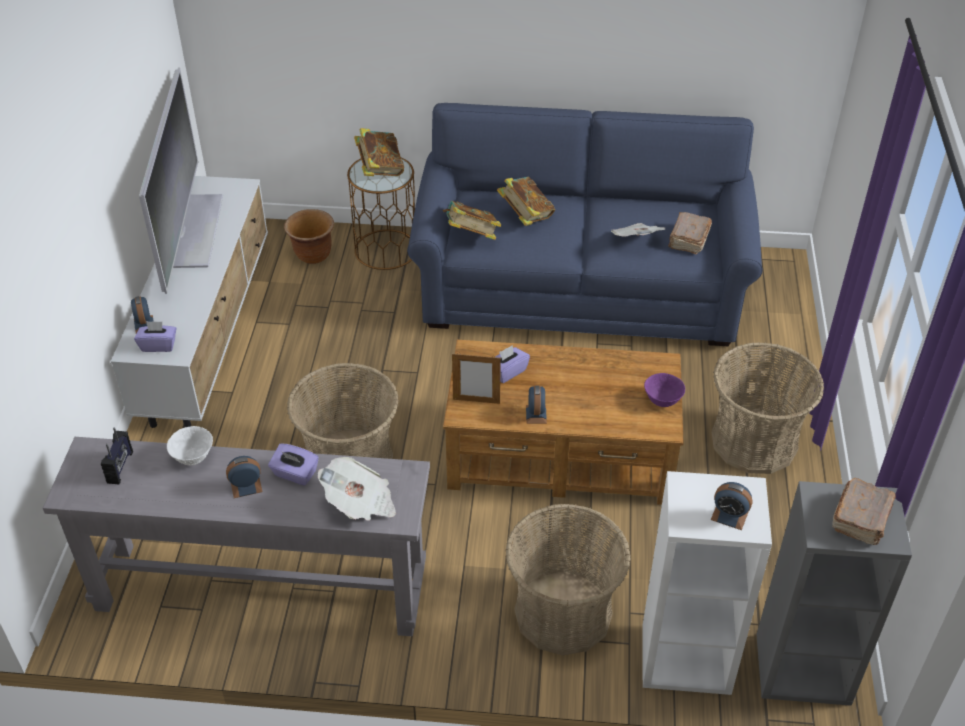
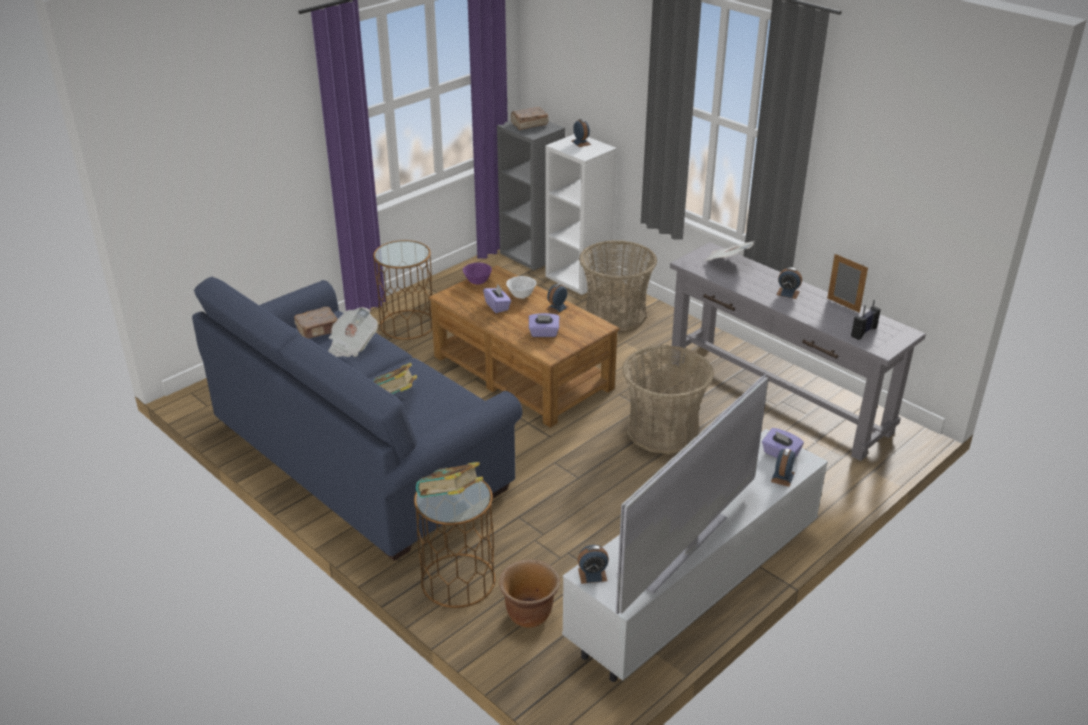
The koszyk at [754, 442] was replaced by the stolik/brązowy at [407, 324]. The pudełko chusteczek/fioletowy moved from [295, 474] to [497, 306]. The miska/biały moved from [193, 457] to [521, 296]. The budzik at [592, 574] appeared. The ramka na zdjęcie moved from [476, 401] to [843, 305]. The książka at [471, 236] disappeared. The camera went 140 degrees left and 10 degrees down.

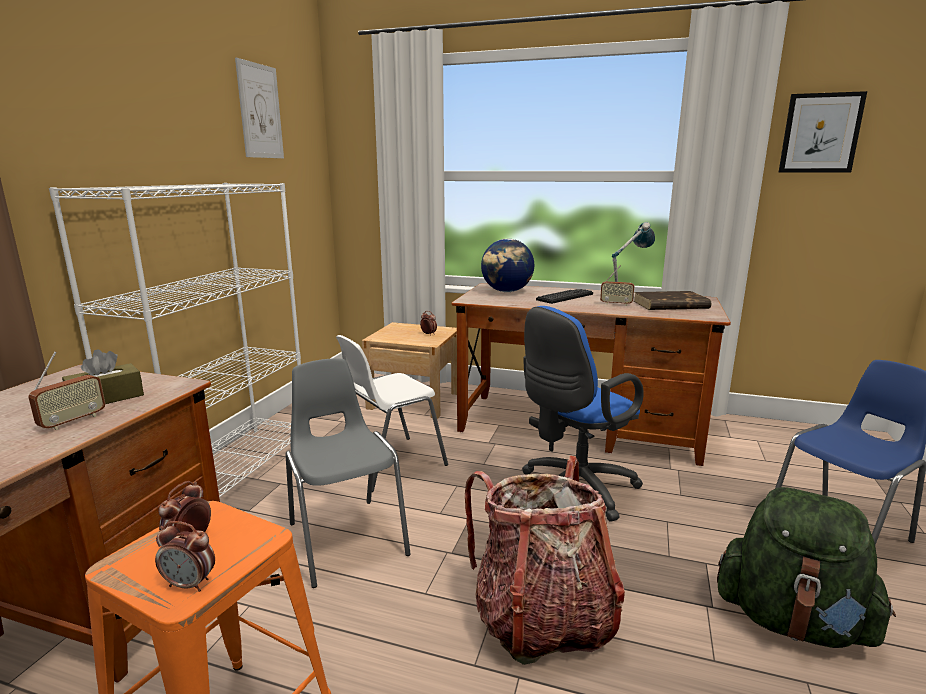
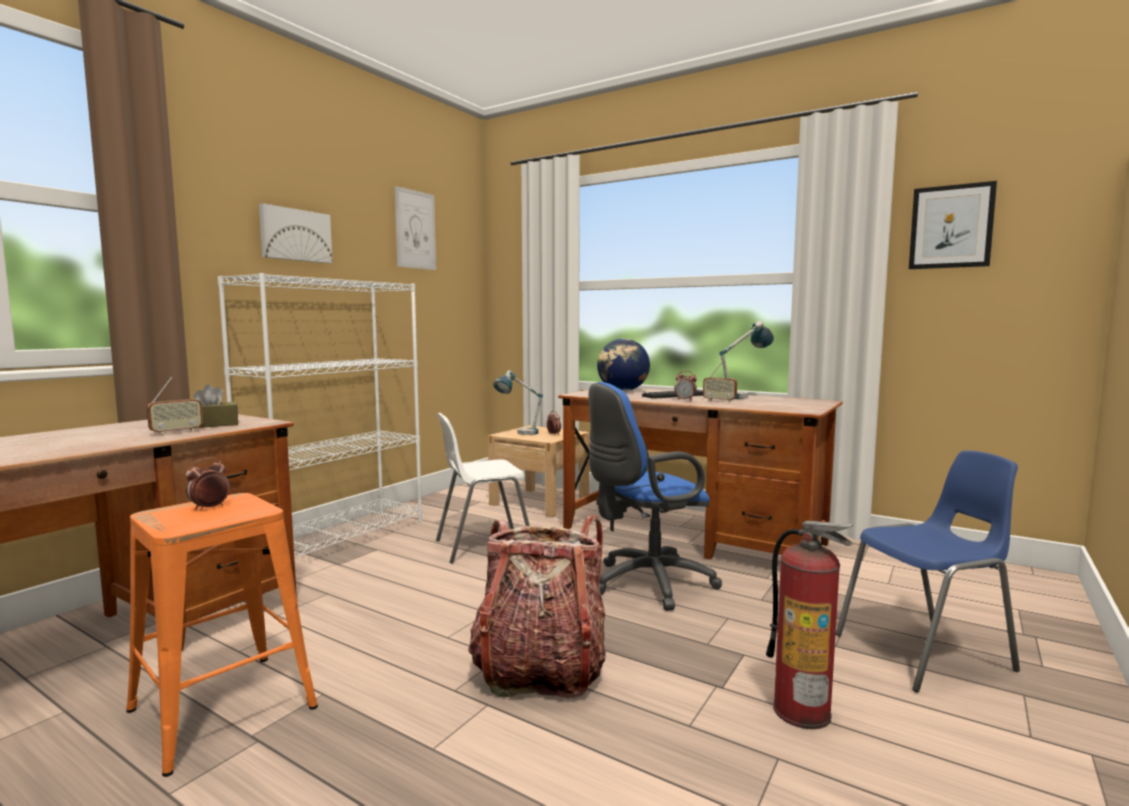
The obraz at [295, 235] appeared. The lampa stołowa at [519, 434] appeared. The budzik moved from [190, 584] to [685, 400]. The plecak/zielony at [792, 621] was replaced by the gaśnica at [802, 711]. The krzesło/szary at [346, 538] disappeared. The książka/brązowy at [670, 305] disappeared. The camera went 15 degrees right and 10 degrees down.

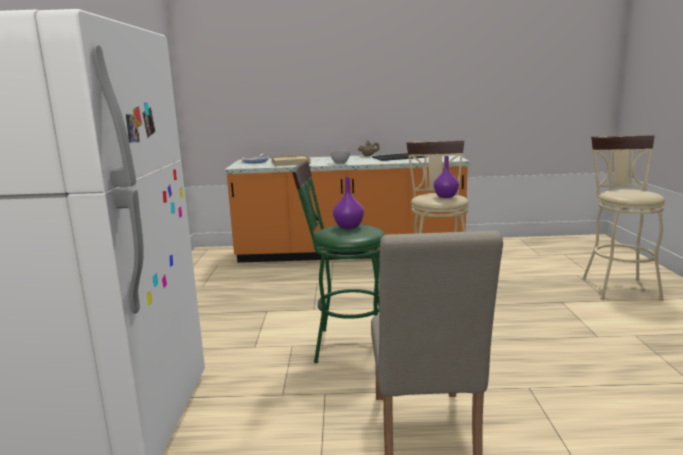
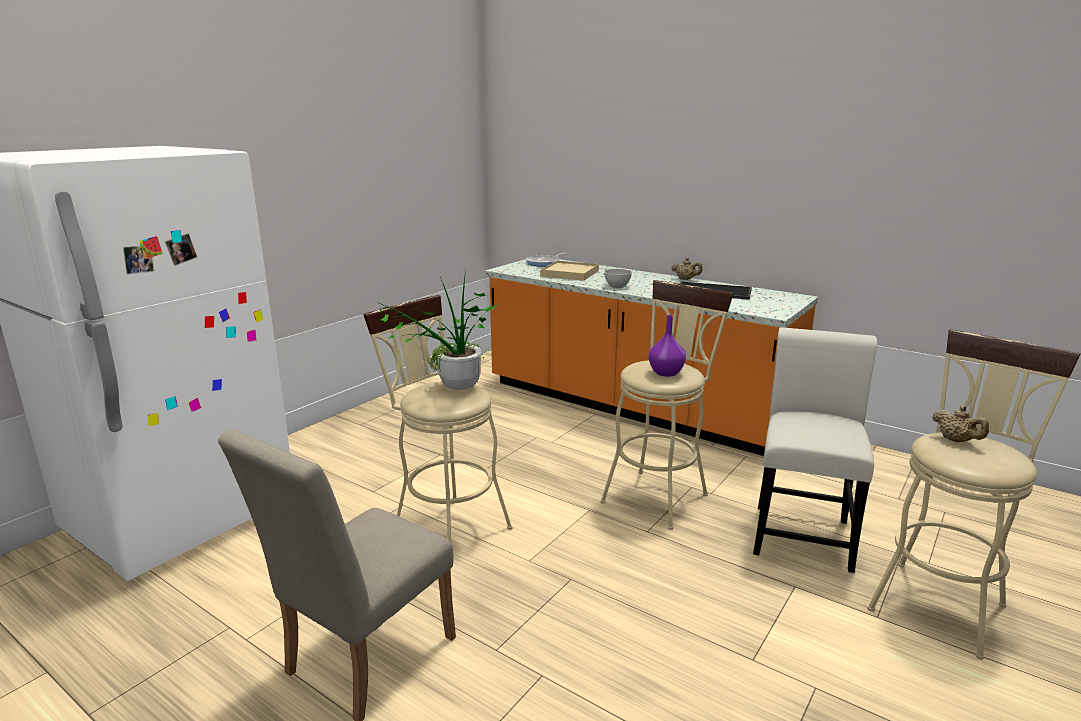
The stołek/zielony at [344, 345] became the stołek/beżowy at [445, 527]. The wazon/fioletowy at [349, 227] was replaced by the roślina doniczkowa at [452, 389]. The krzesło/biały at [802, 532] appeared. The imbryk/beżowy at [956, 440] appeared. The camera went 35 degrees right and 5 degrees up.

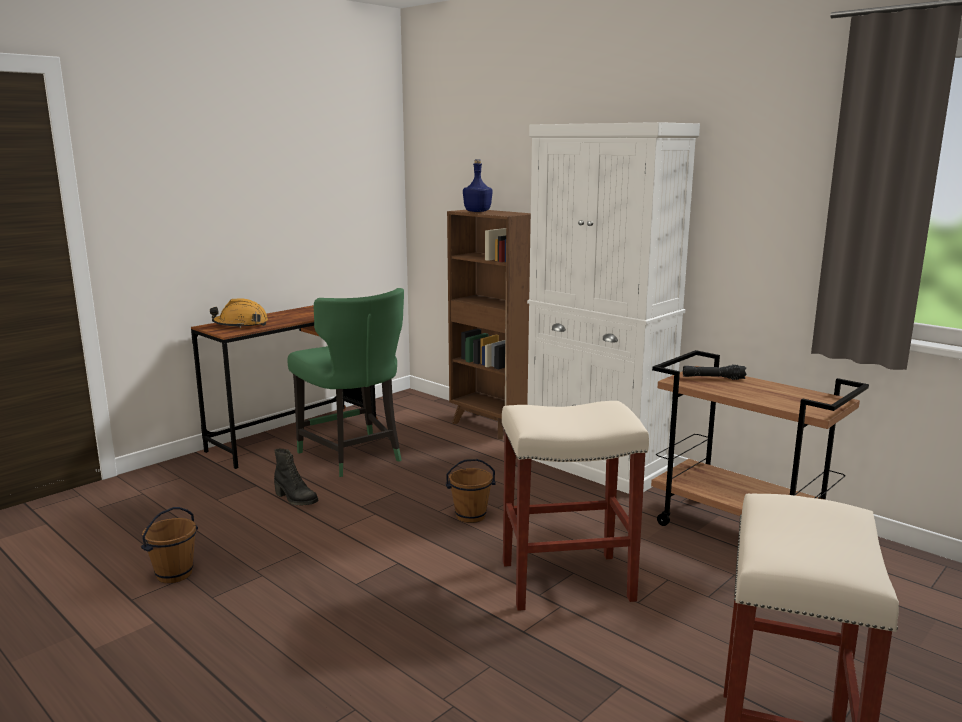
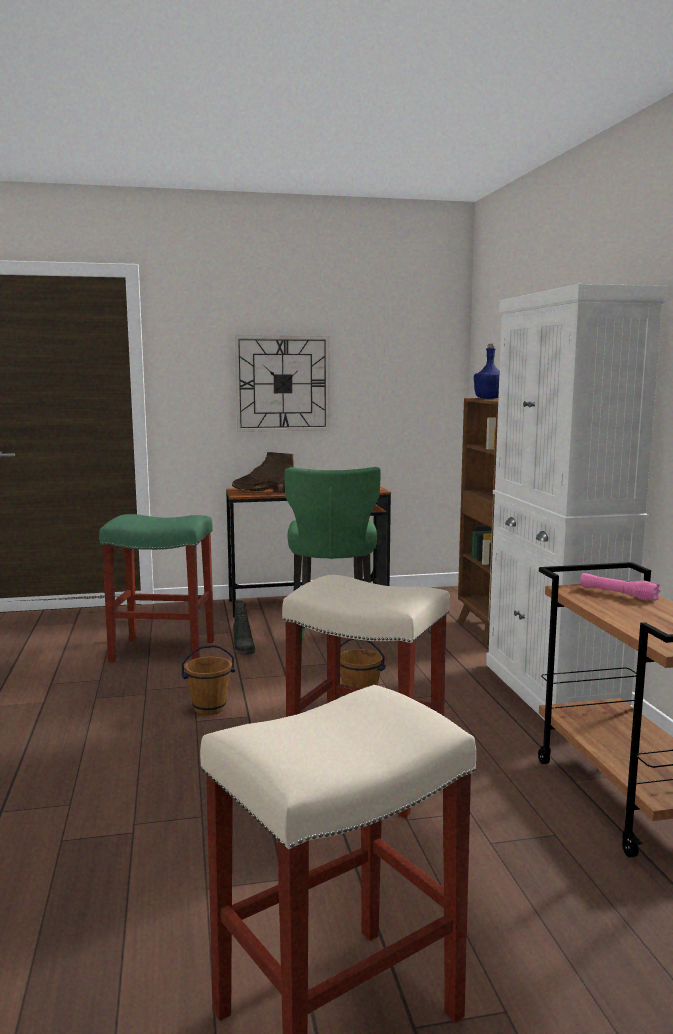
The stołek/zielony at [164, 651] appeared. The wiadro/brązowy moved from [174, 574] to [209, 708]. The kask/pomarańczowy at [241, 325] was replaced by the but z cholewką/brązowy at [261, 491]. The zegar ścienny at [282, 383] appeared. The latarka/czarny at [713, 378] became the latarka/różowy at [618, 594]. The camera went 35 degrees right and 5 degrees down.

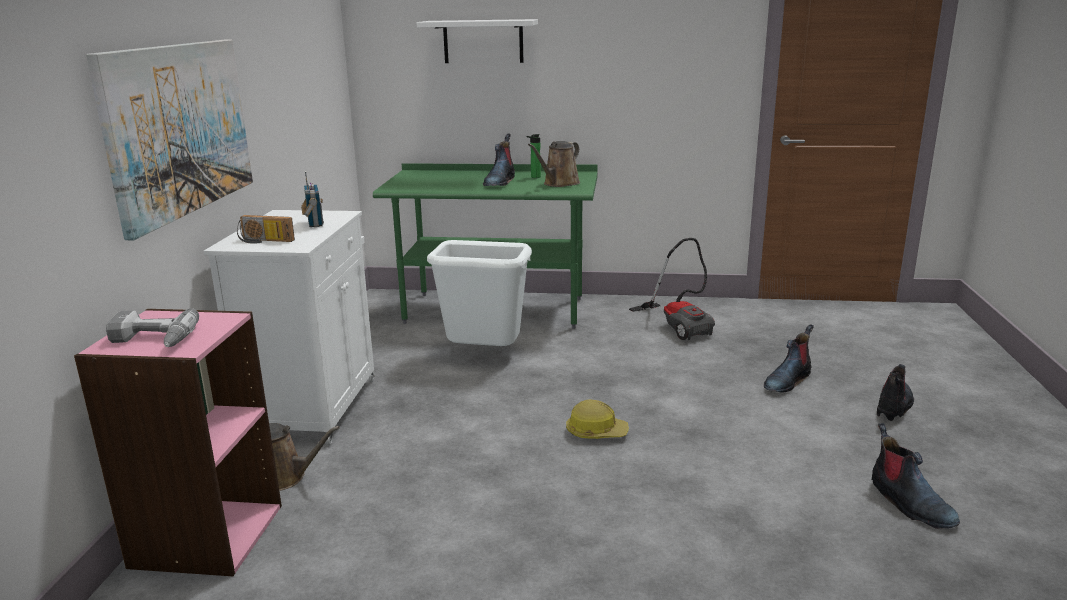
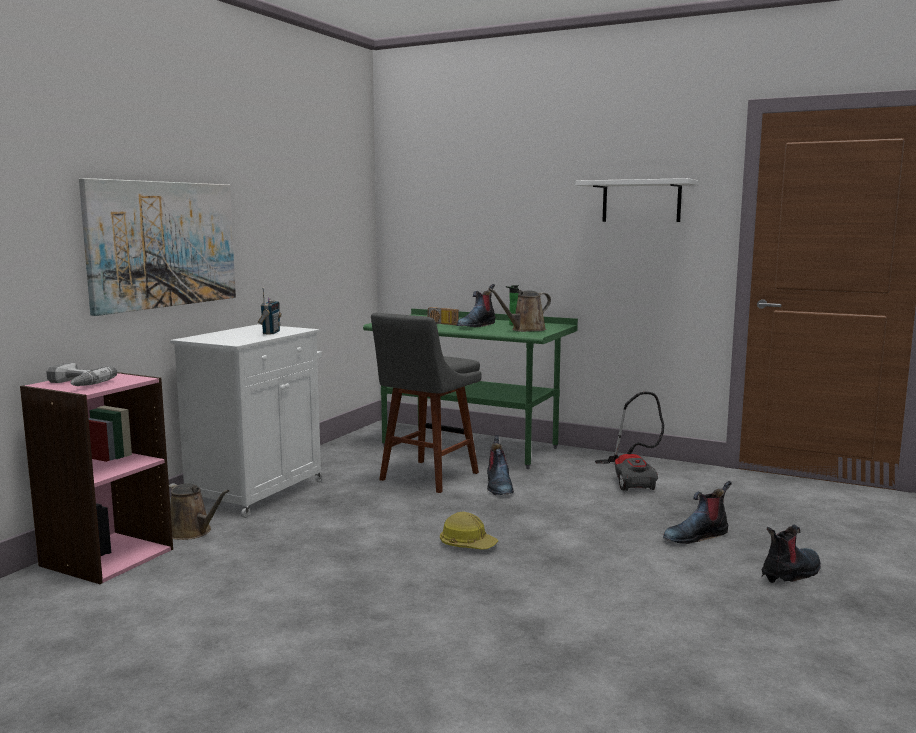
The kosz na śmieci/biały at [483, 356] was replaced by the stołek/szary at [426, 477]. The radio moved from [264, 241] to [440, 324]. The but z cholewką moved from [909, 504] to [498, 486]. The półka/biały moved from [483, 41] to [641, 201]. The camera went 20 degrees right and 10 degrees down.

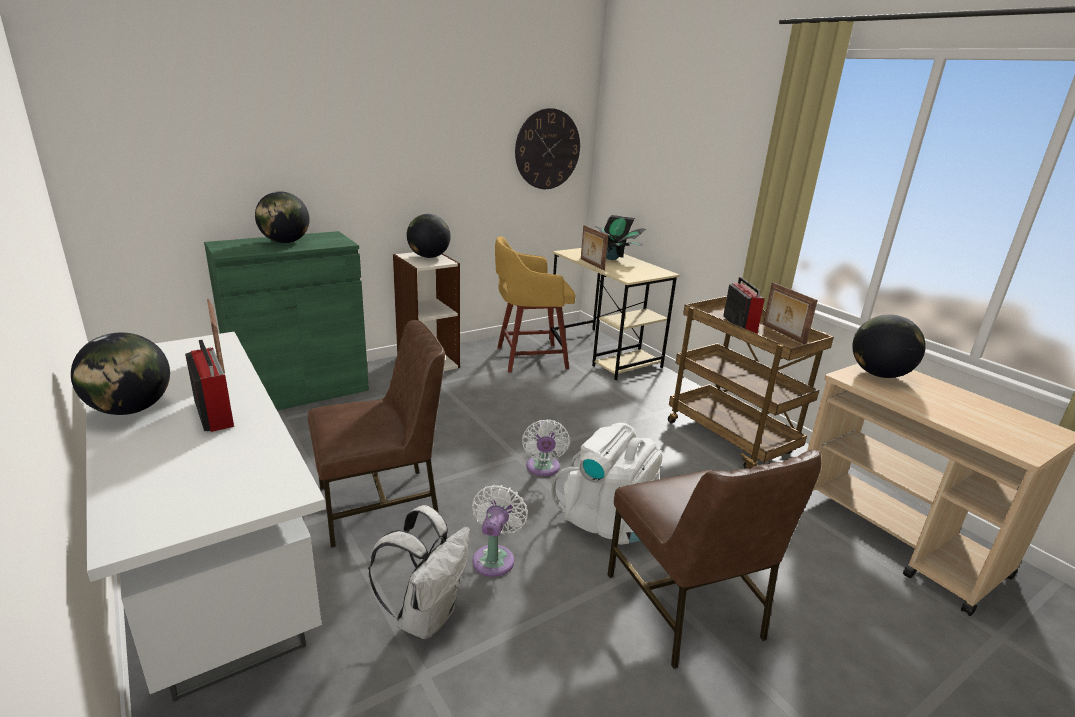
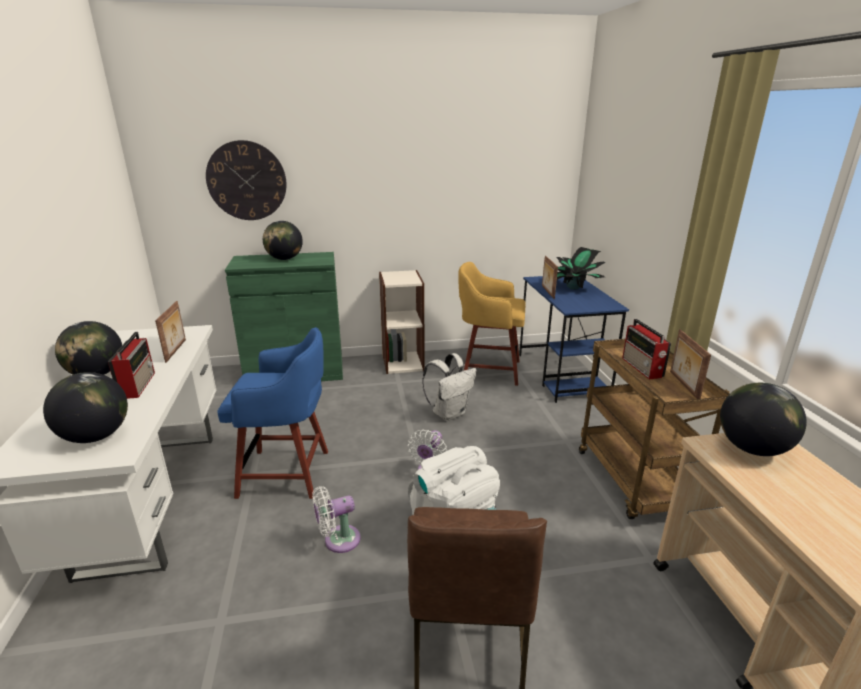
The globus moved from [429, 257] to [96, 436]. The zegar ścienny moved from [547, 149] to [247, 181]. The krzesło/brązowy at [381, 504] was replaced by the stołek/niebieski at [287, 474]. The wentylator/biały at [495, 557] turned 150 degrees counterclockwise. The plecak/biały moved from [426, 615] to [449, 413]. The biurko/beżowy at [604, 353] became the biurko/niebieski at [562, 375]. The radio at [739, 324] turned 150 degrees clockwise. The camera went 25 degrees right and 0 degrees up.

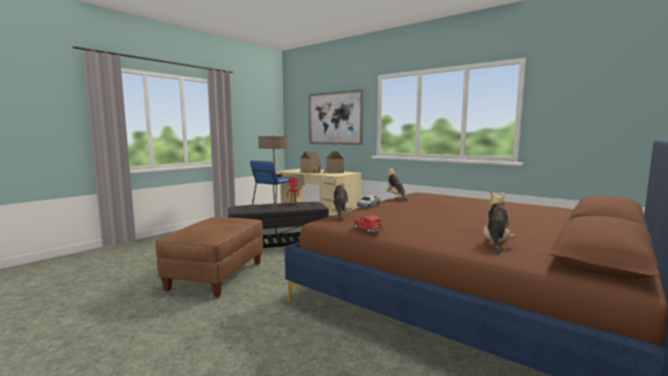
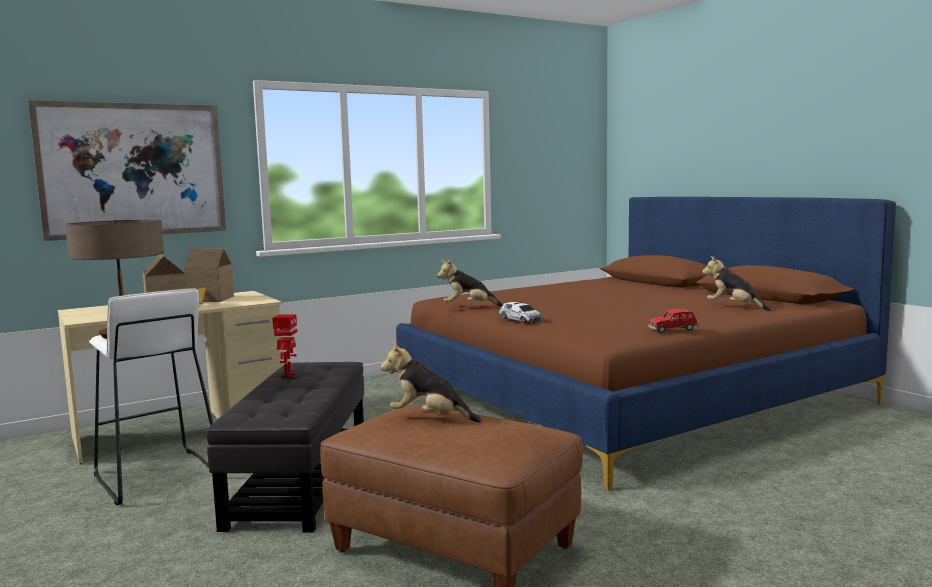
The stołek/niebieski at [274, 228] became the stołek/biały at [156, 476]. The pluszak moved from [340, 214] to [429, 418]. The camera went 70 degrees left and 0 degrees up.

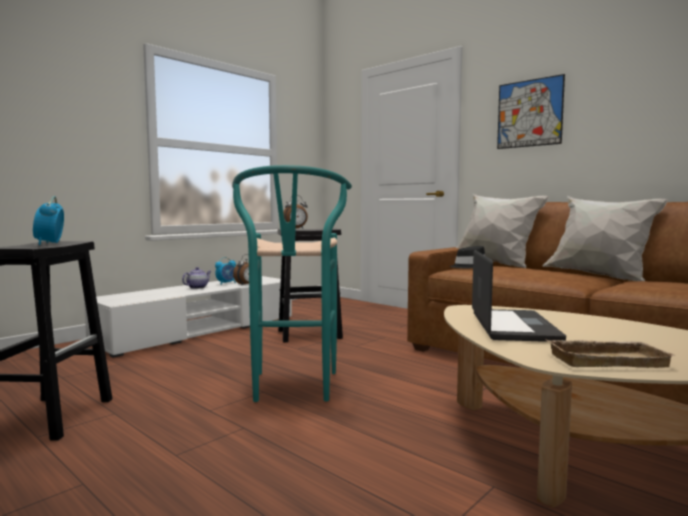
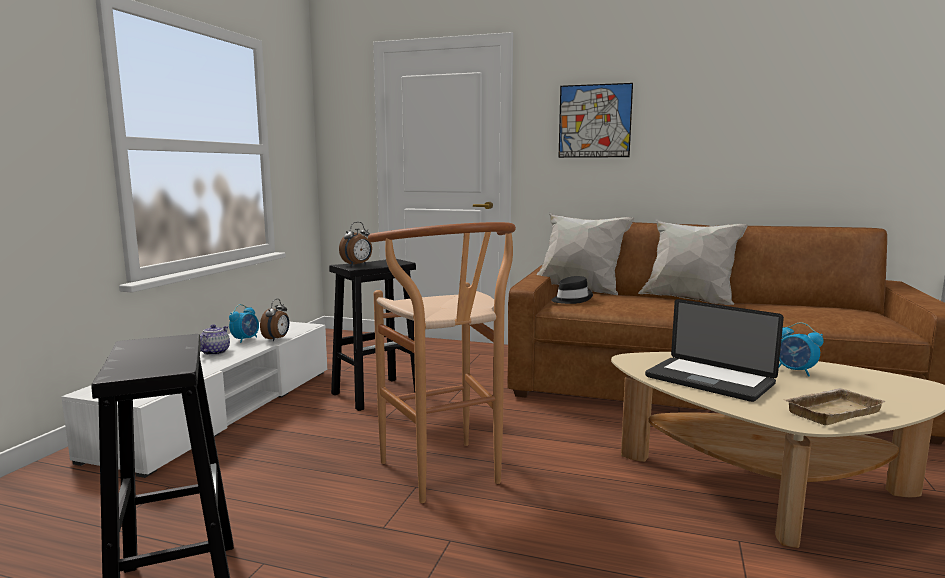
The stołek/turkusowy at [293, 390] became the stołek/brązowy at [447, 477]. The laptop at [513, 327] turned 150 degrees clockwise. The budzik moved from [50, 244] to [795, 371]. The camera went 25 degrees left and 5 degrees up.

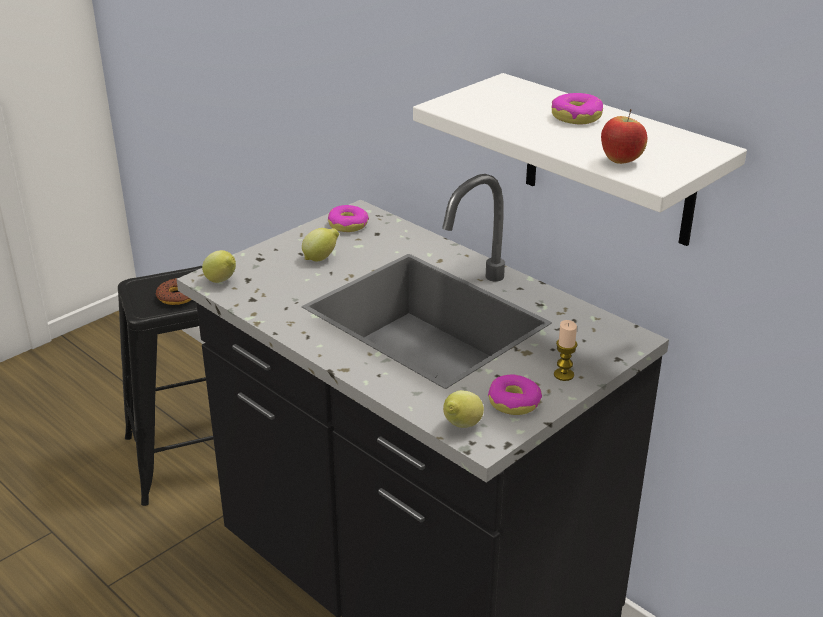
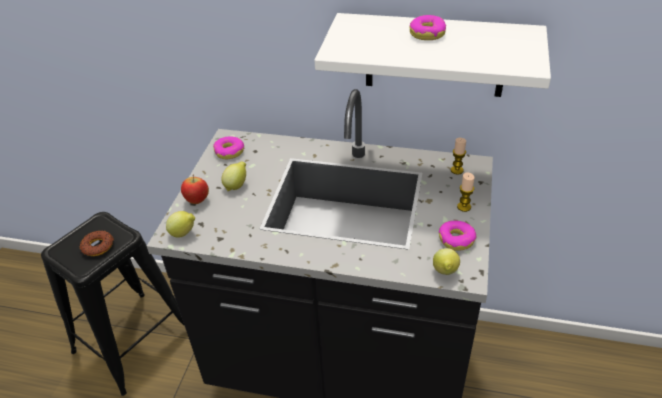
The jabłko moved from [621, 161] to [197, 200]. The świeca at [457, 170] appeared. The camera went 30 degrees left and 10 degrees up.

